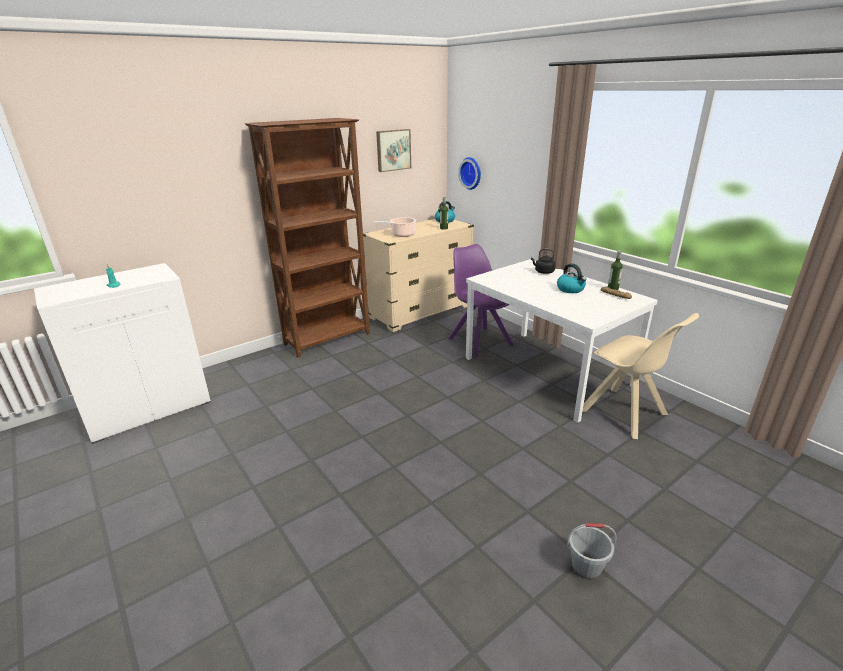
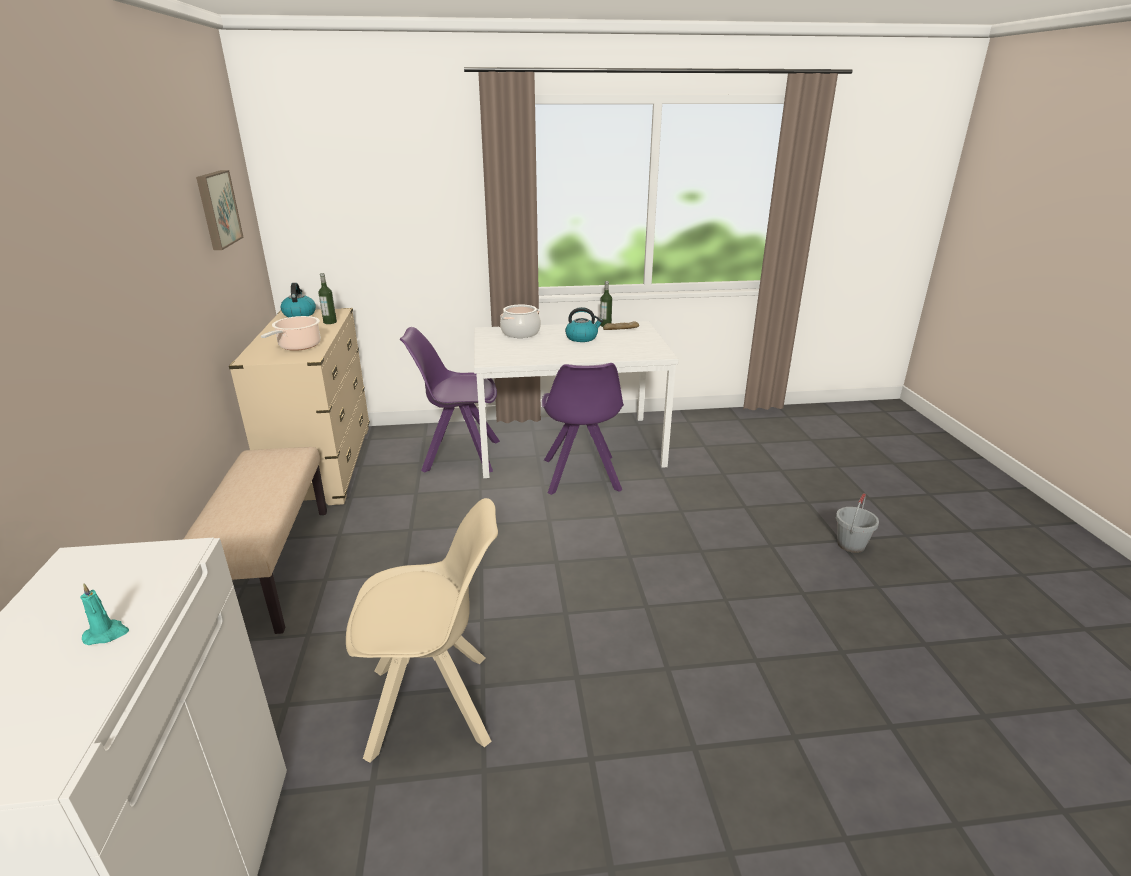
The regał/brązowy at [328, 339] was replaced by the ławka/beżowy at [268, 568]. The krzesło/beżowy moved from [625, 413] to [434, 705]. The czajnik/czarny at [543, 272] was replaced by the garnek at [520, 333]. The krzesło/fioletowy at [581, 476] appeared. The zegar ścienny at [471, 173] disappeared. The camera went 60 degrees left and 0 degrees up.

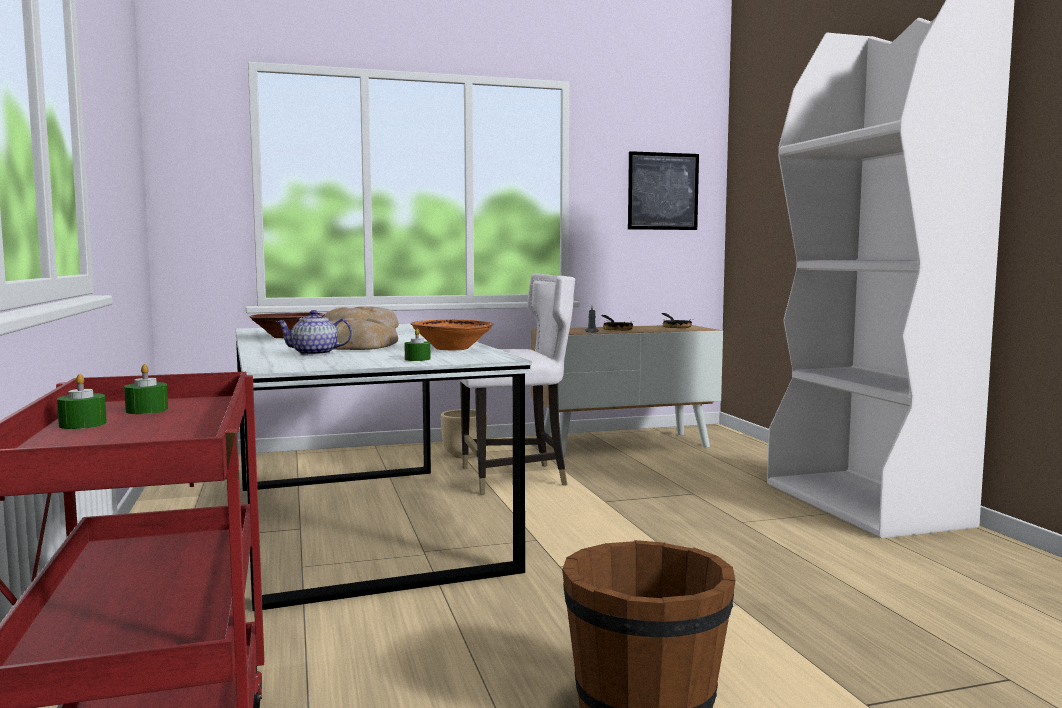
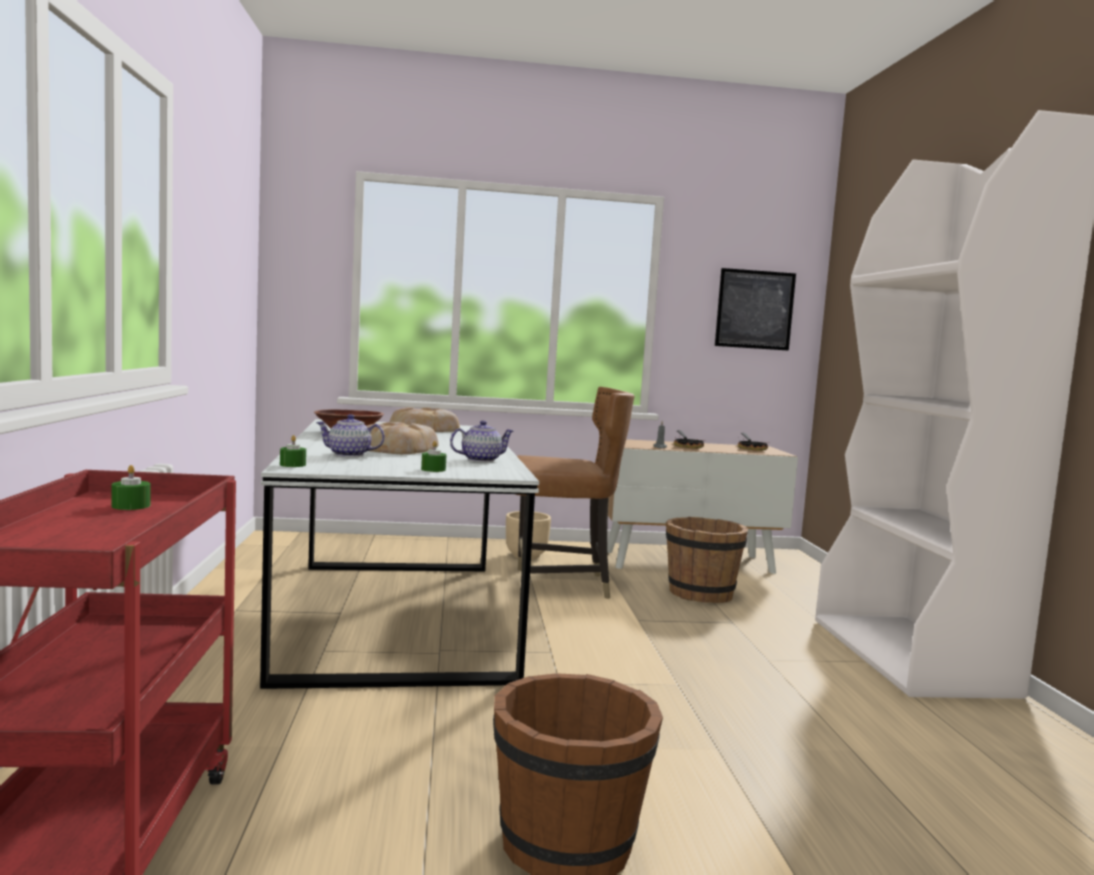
The świeca/zielony moved from [83, 424] to [292, 465]. The miska/pomarańczowy at [452, 348] was replaced by the imbryk at [480, 459]. The krzesło/biały at [512, 478] became the krzesło/brązowy at [560, 585]. The wiadro/brązowy at [700, 594] appeared. The camera went 10 degrees right and 0 degrees up.

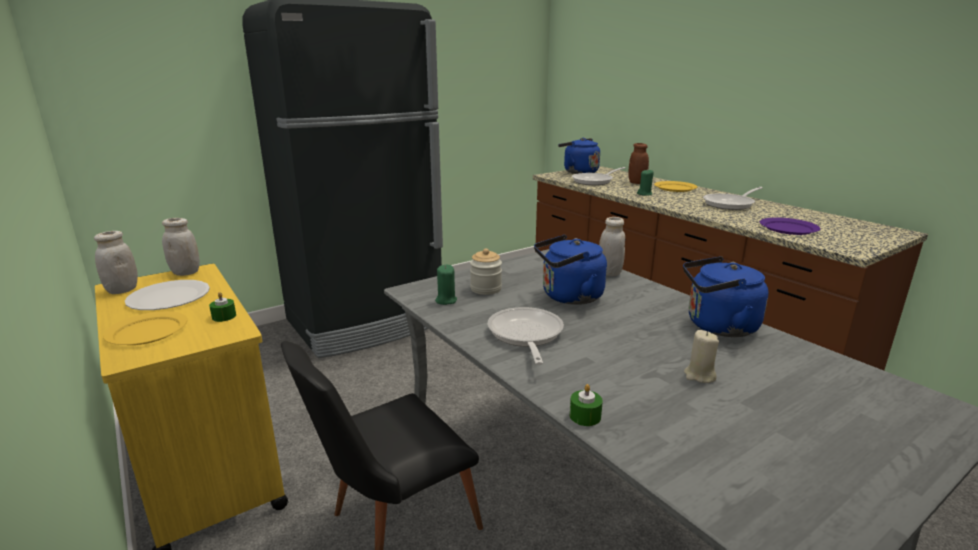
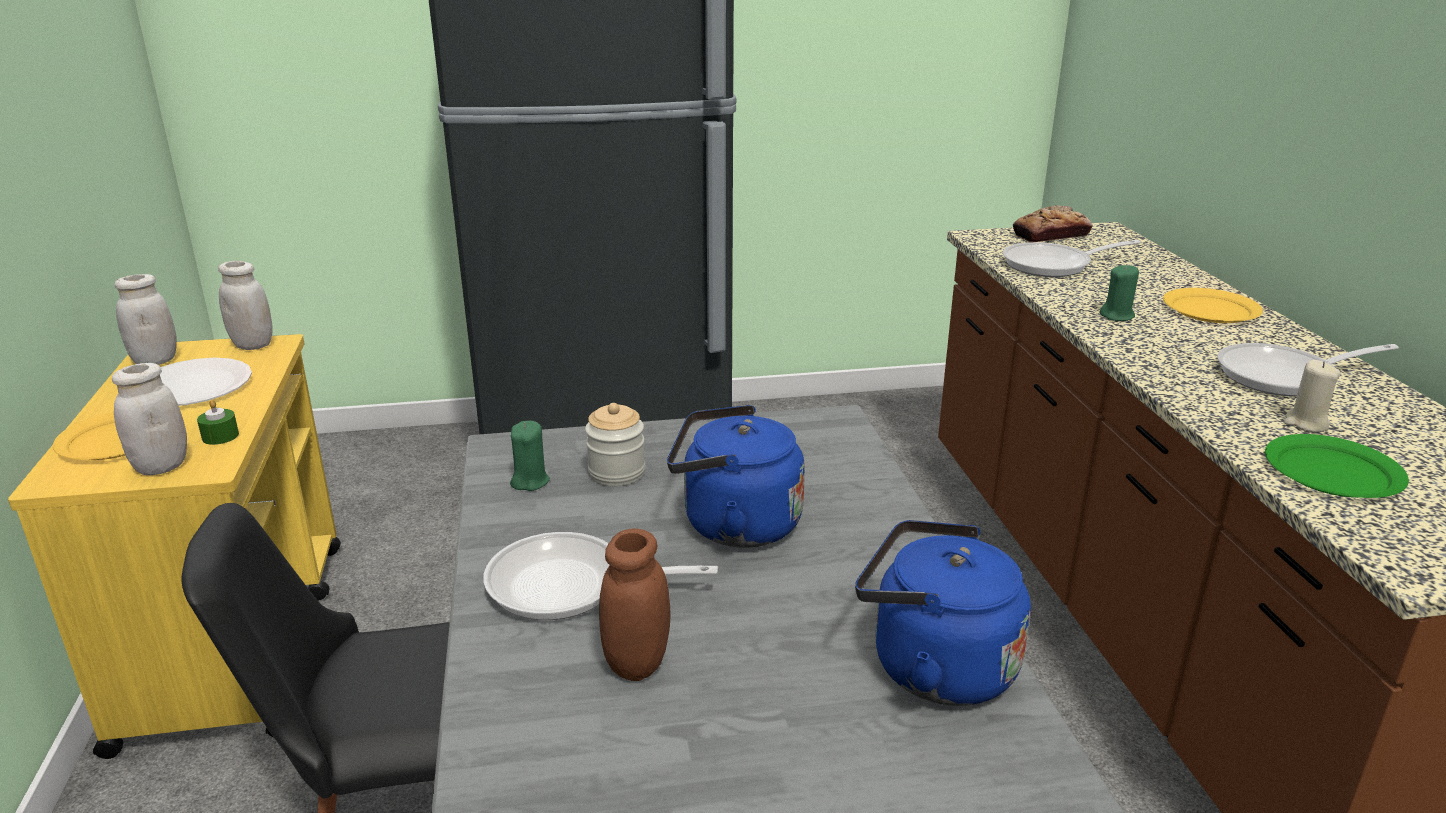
The słoik/biały moved from [609, 272] to [161, 466]. The patelnia at [525, 336] turned 105 degrees counterclockwise. The słoik/brązowy moved from [637, 182] to [637, 663]. The czajnik/niebieski at [578, 172] was replaced by the chleb at [1051, 235]. The talerz/fioletowy at [788, 228] became the talerz/zielony at [1331, 471]. The świeca/beżowy moved from [699, 376] to [1306, 423]. The świeca/zielony at [585, 416] disappeared. The camera went 25 degrees right and 5 degrees up.

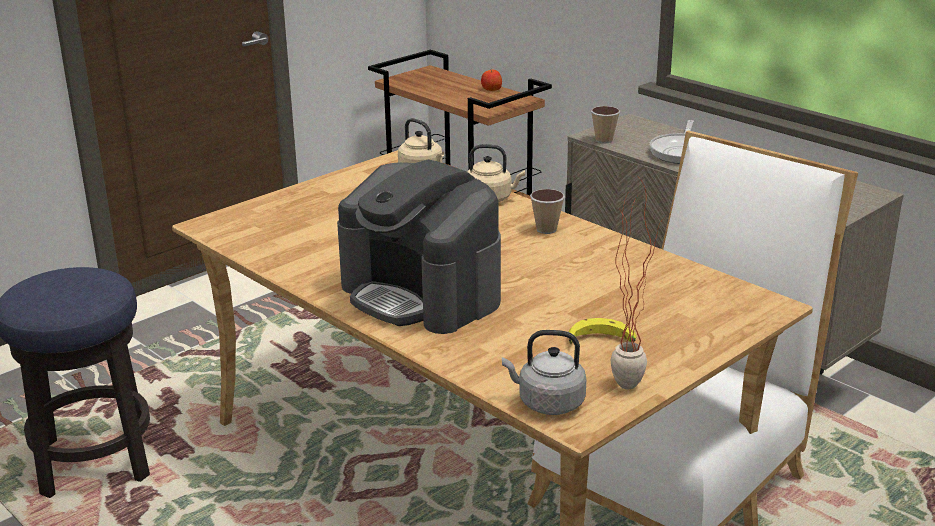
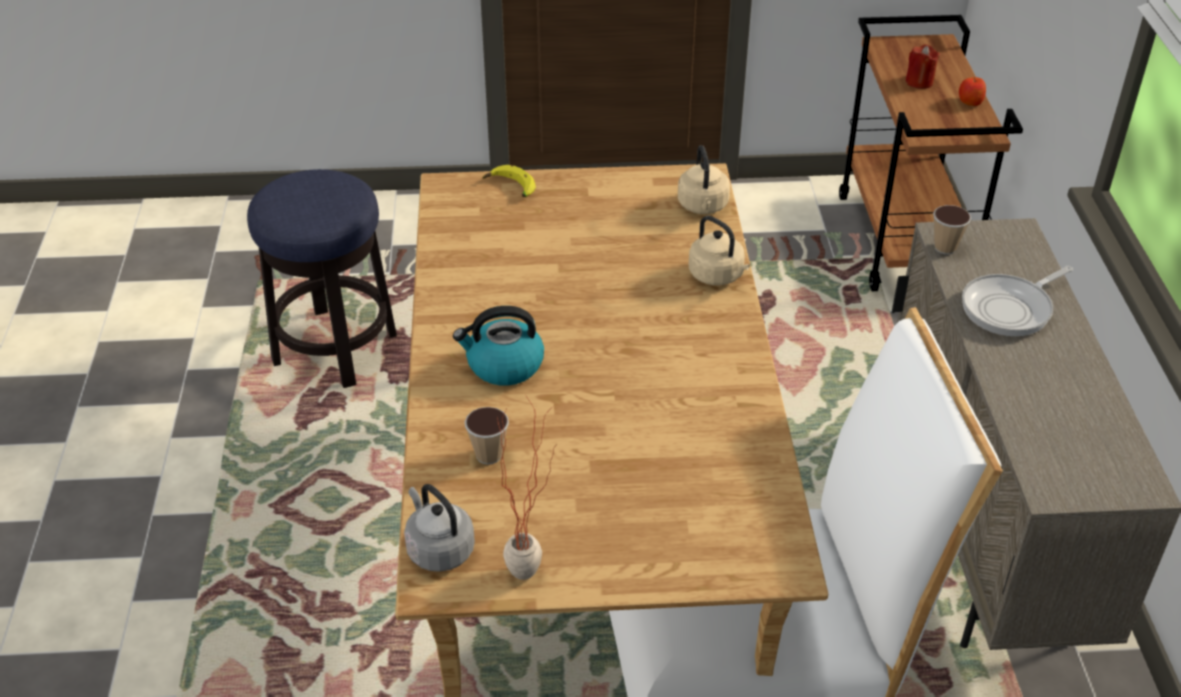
The ekspres do kawy at [422, 294] was replaced by the czajnik at [503, 365]. The filiżanka moved from [546, 229] to [488, 455]. The banan moved from [601, 343] to [510, 188]. The świeca/czerwony at [919, 82] appeared. The camera went 40 degrees right and 15 degrees up.

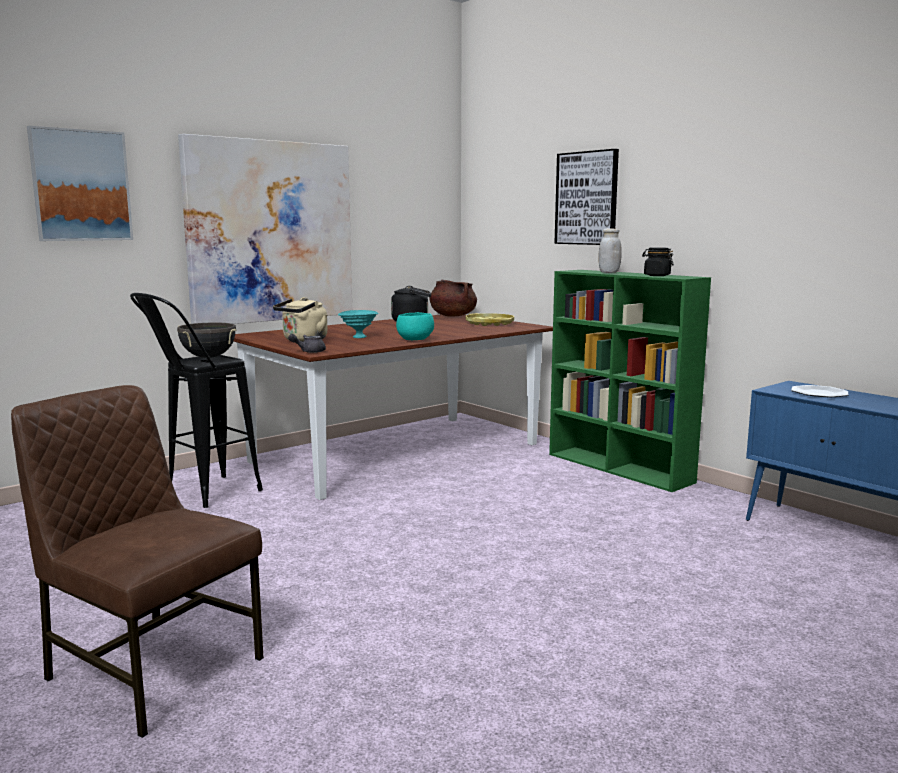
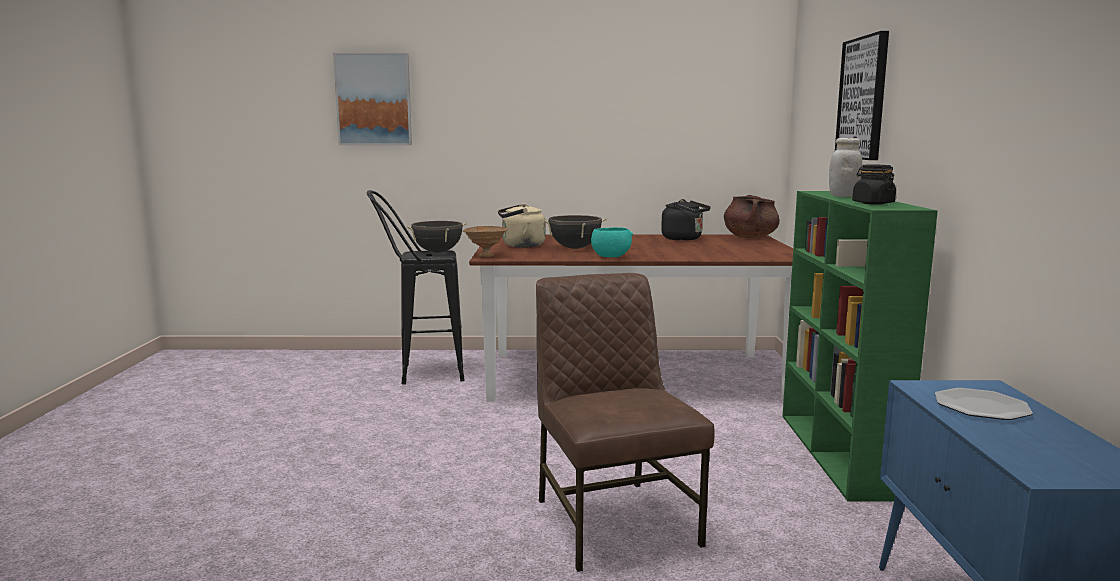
The imbryk/szary at [309, 351] was replaced by the miska/brązowy at [485, 256]. The krzesło/brązowy moved from [151, 668] to [613, 521]. The miska/turkusowy at [358, 337] was replaced by the garnek/czarny at [574, 248]. The obraz at [270, 232] disappeared. The taca/żółty at [489, 323] disappeared. The camera went 40 degrees right and 0 degrees up.

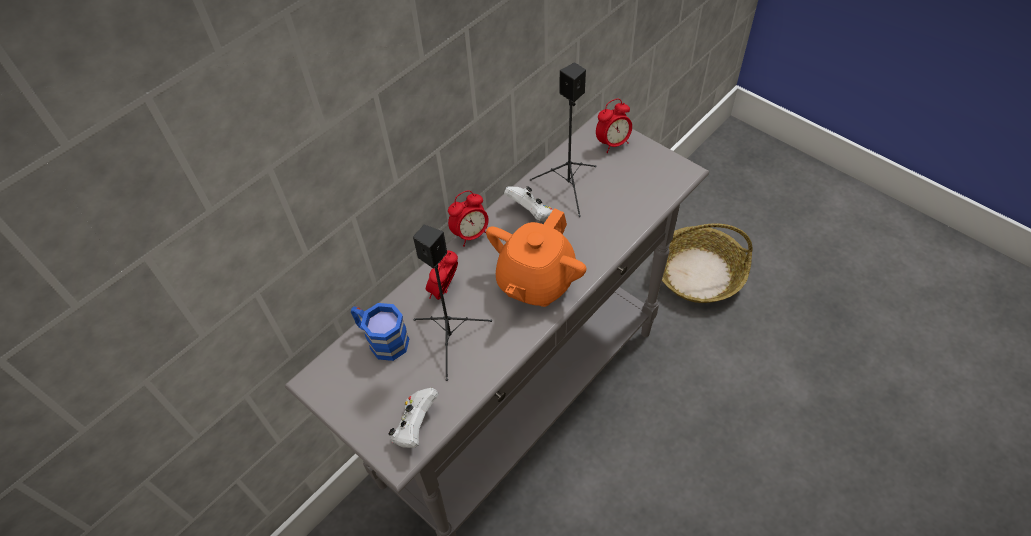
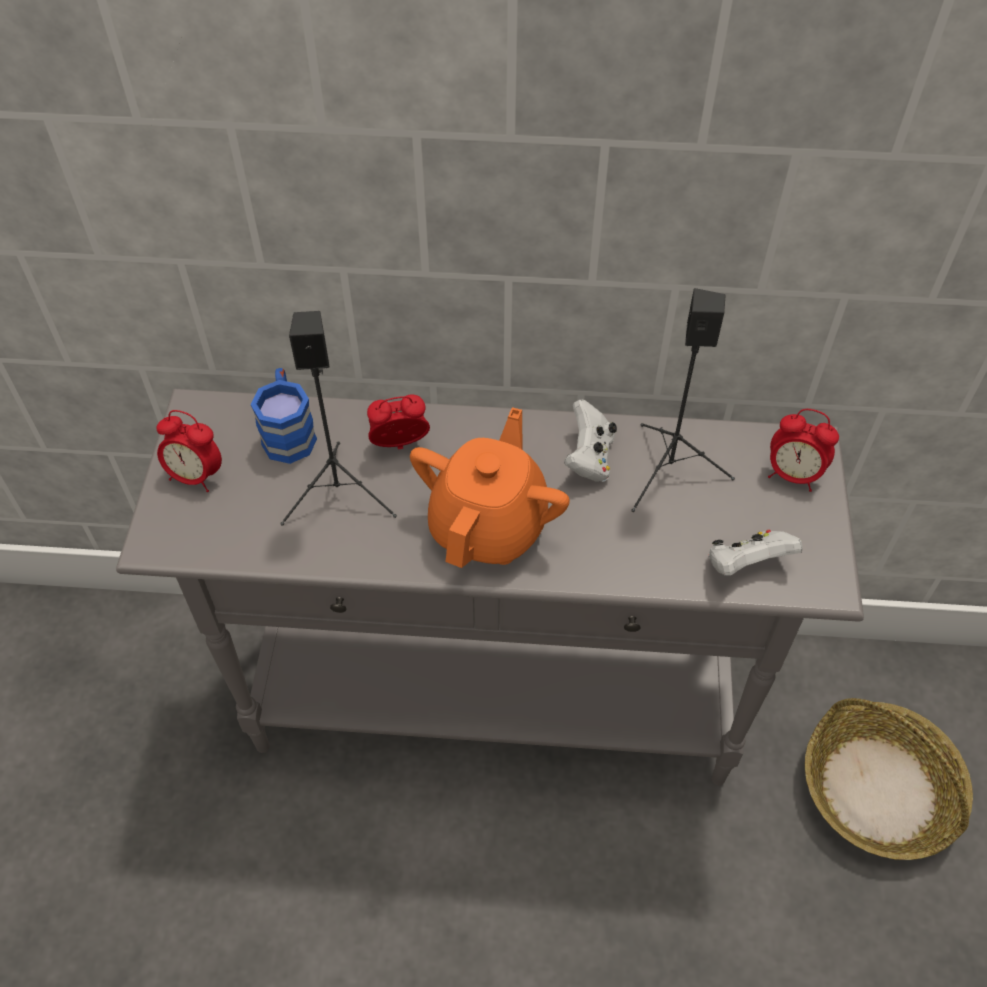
The budzik moved from [471, 234] to [196, 476]. The imbryk/pomarańczowy at [535, 281] turned 120 degrees clockwise. The pad do gier/biały moved from [415, 426] to [746, 565]. The camera went 50 degrees right and 0 degrees up.

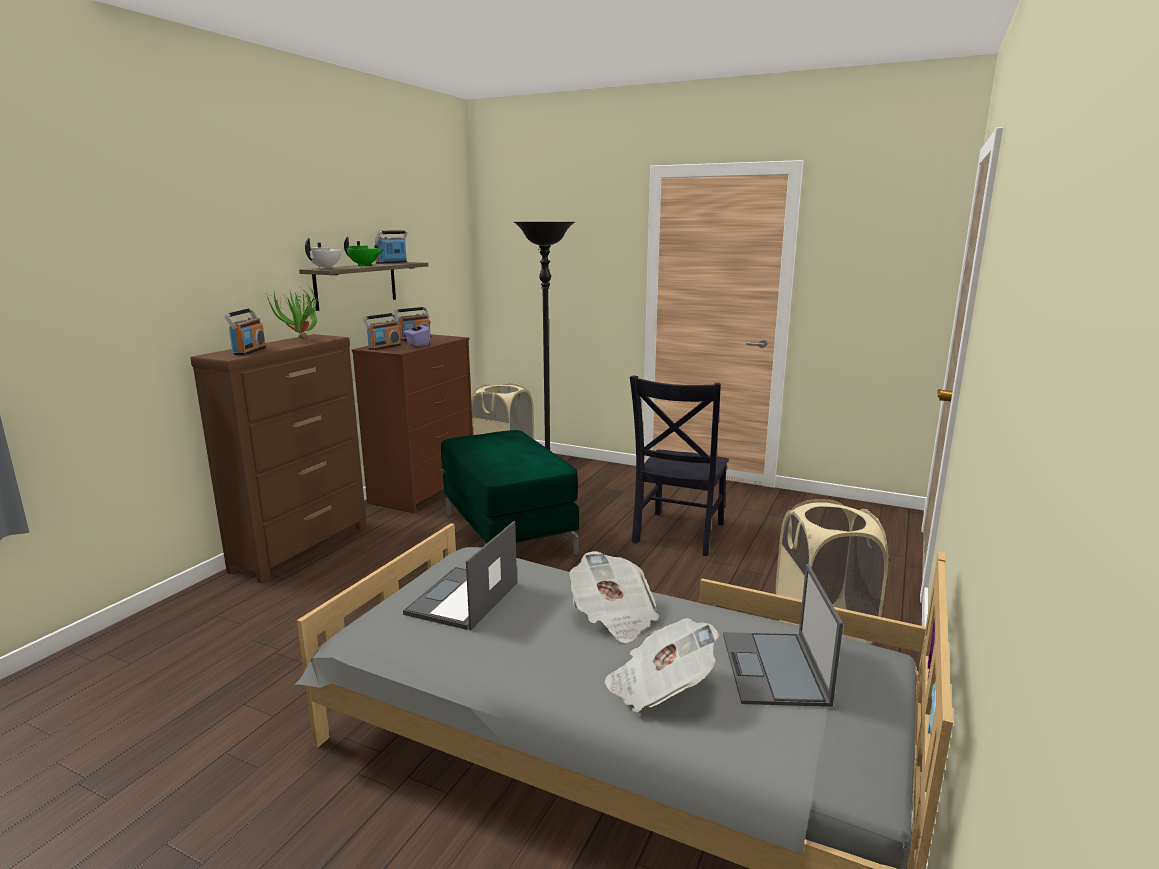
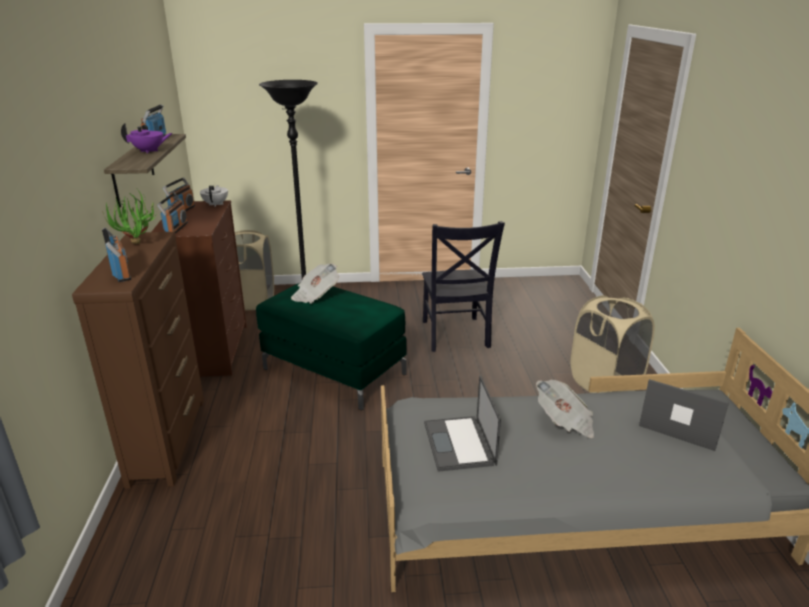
The imbryk/zielony at [364, 265] became the imbryk/fioletowy at [149, 151]. The imbryk/biały moved from [326, 268] to [216, 204]. The gazeta moved from [659, 687] to [315, 295]. The laptop at [774, 669] turned 150 degrees clockwise. The pudełko chusteczek/fioletowy at [417, 344] disappeared. The camera went 30 degrees left and 10 degrees up.

